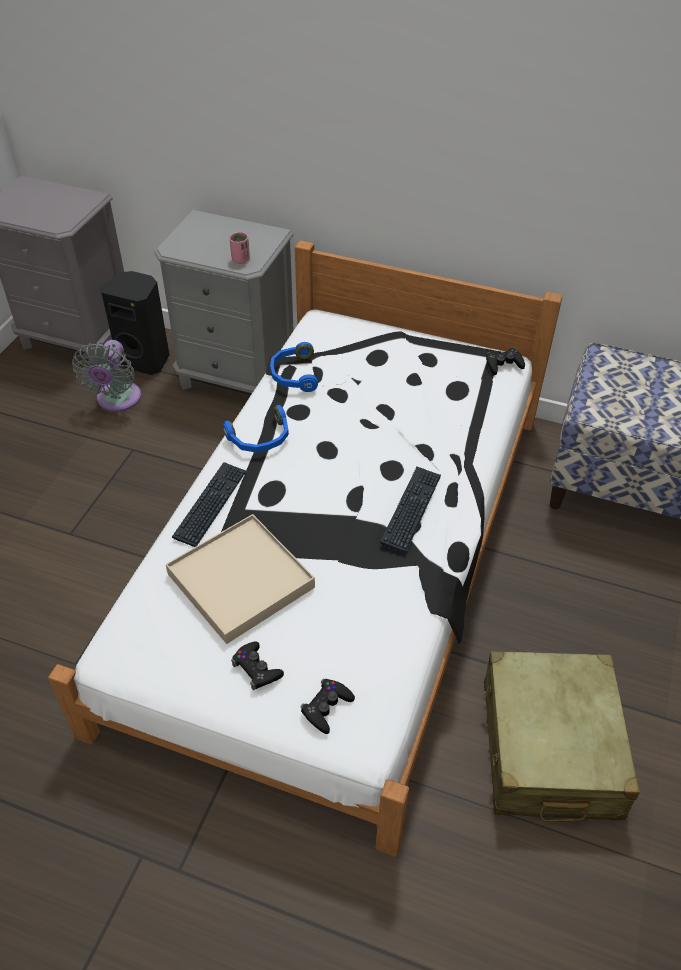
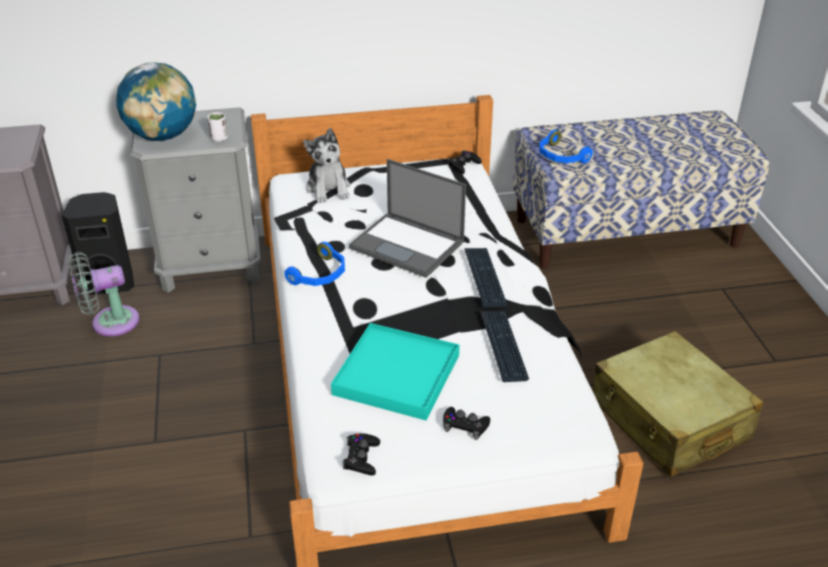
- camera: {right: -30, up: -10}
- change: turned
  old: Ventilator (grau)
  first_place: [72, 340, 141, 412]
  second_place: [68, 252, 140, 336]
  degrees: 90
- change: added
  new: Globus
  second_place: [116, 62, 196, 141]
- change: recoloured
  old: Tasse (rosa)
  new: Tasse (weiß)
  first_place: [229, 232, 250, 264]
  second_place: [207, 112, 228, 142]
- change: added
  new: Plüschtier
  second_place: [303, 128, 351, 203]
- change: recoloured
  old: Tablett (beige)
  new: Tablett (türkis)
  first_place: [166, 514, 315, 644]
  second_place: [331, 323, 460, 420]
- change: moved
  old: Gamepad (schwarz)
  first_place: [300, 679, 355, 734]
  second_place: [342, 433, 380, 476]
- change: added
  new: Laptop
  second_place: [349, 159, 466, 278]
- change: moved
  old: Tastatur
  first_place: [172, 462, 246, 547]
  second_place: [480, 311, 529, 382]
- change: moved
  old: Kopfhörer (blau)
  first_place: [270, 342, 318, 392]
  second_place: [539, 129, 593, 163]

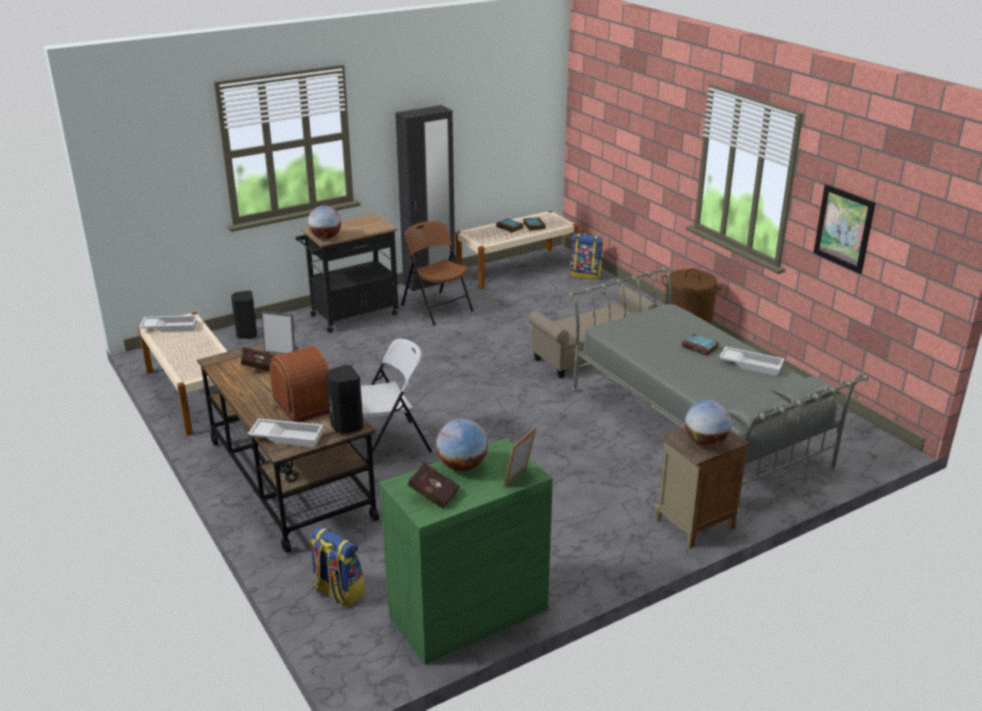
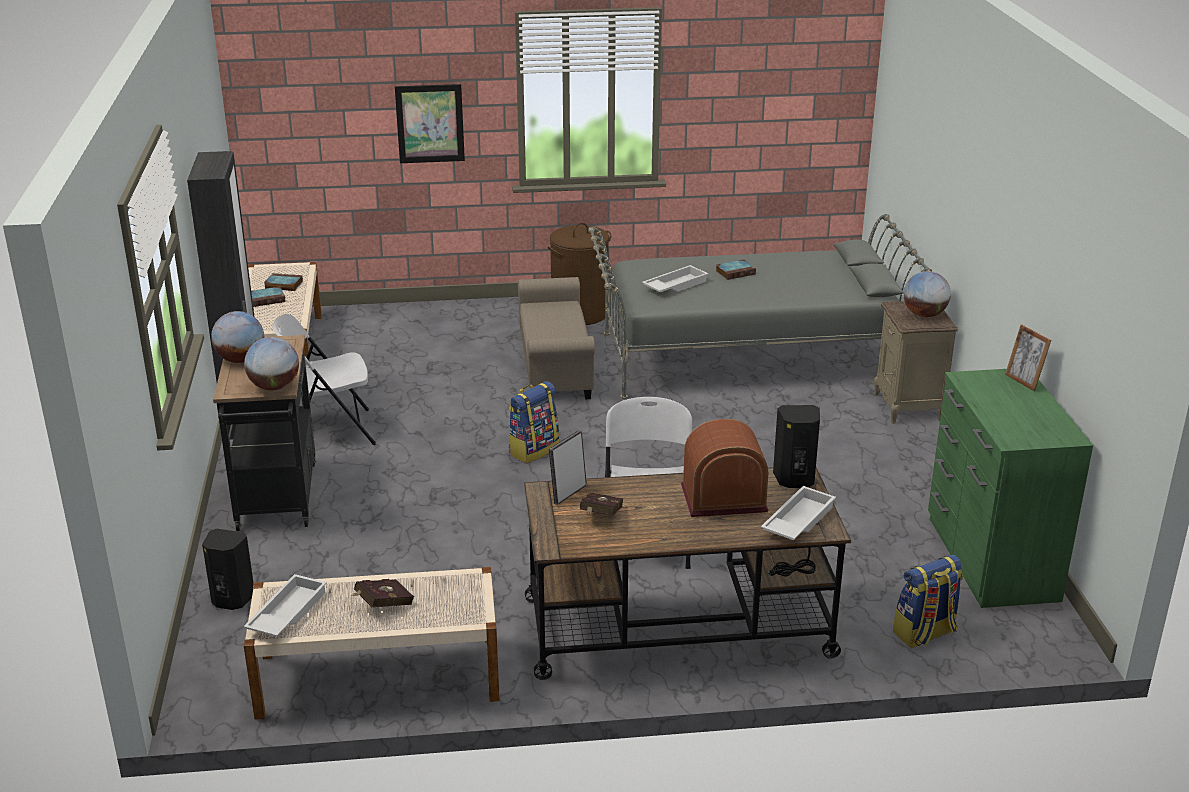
- camera: {right: -65, up: 0}
- change: moved
  old: Globus
  first_place: [436, 419, 488, 471]
  second_place: [211, 311, 264, 363]
- change: recoloured
  old: Stuhl (braun)
  new: Stuhl (weiß)
  first_place: [401, 221, 474, 325]
  second_place: [272, 314, 376, 445]
- change: moved
  old: Buch (rot)
  first_place: [407, 463, 460, 509]
  second_place: [352, 579, 414, 607]
- change: moved
  old: Bild
  first_place: [814, 184, 875, 274]
  second_place: [395, 84, 465, 163]
- change: moved
  old: Rucksack
  first_place: [570, 233, 603, 280]
  second_place: [509, 381, 559, 463]
- change: moved
  old: Tablett (weiß)
  first_place: [719, 346, 784, 376]
  second_place: [642, 265, 708, 292]

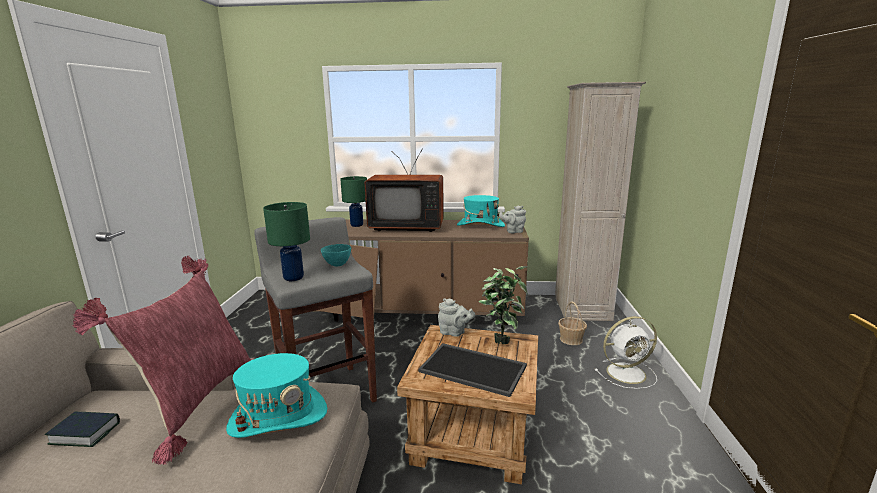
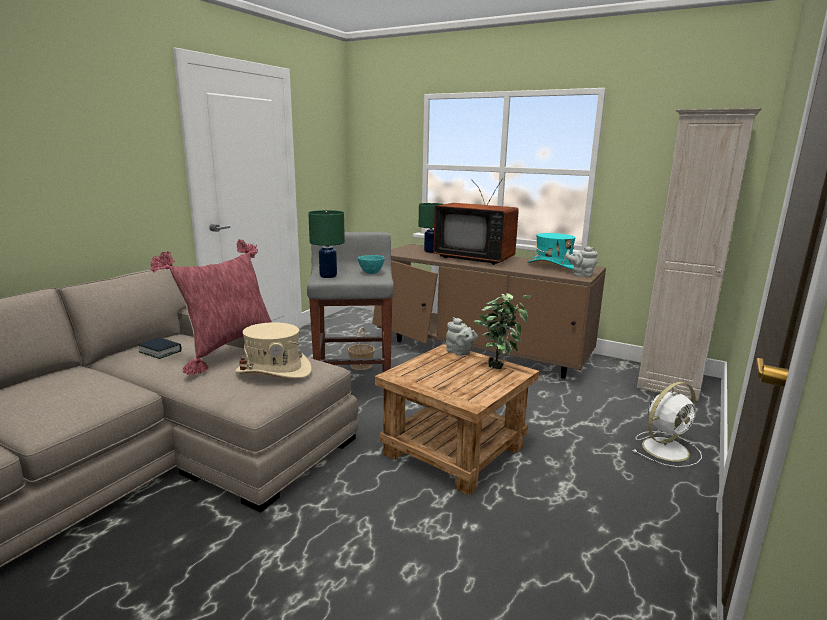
- camera: {right: 25, up: 0}
- change: recoloured
  old: Hut (türkis)
  new: Hut (beige)
  first_place: [226, 353, 327, 438]
  second_place: [235, 322, 312, 379]
- change: moved
  old: Korb
  first_place: [558, 301, 587, 345]
  second_place: [347, 327, 375, 370]
- change: turned
  old: Ventilator (weiß)
  first_place: [595, 316, 657, 389]
  second_place: [633, 382, 702, 467]
  degrees: -45
- change: removed
  old: Tablett
  first_place: [418, 343, 527, 397]

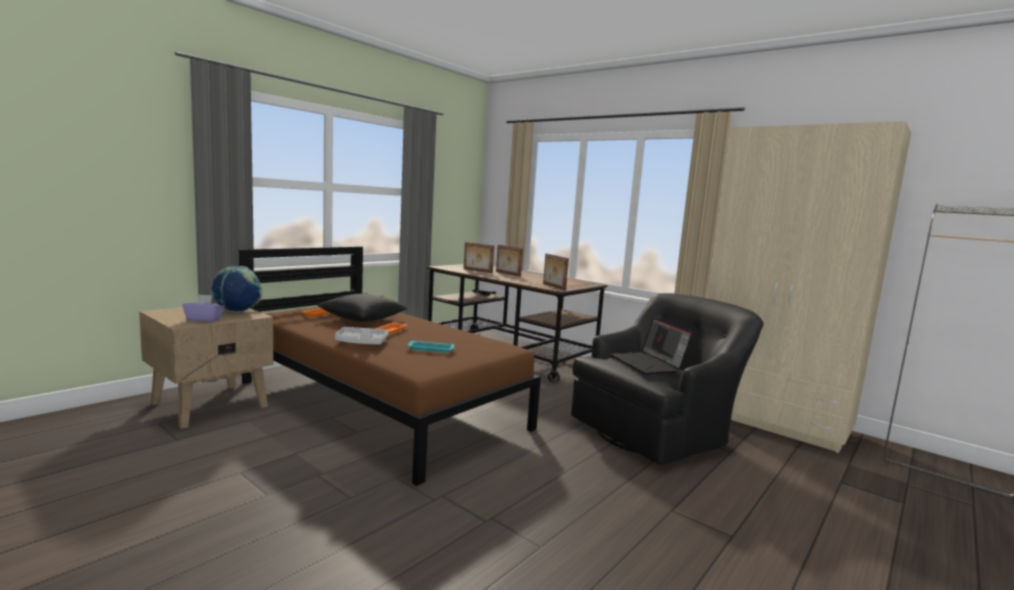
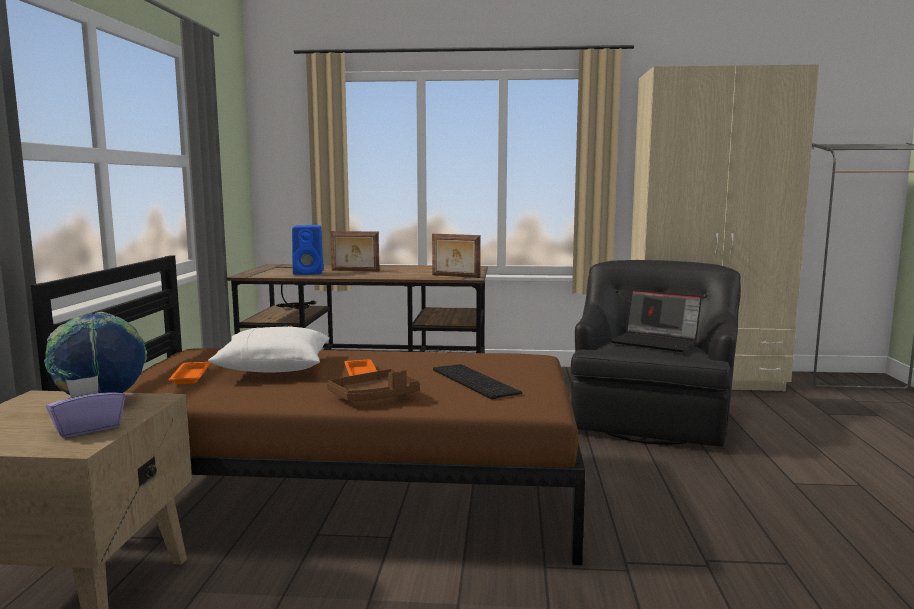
- camera: {right: -35, up: 0}
- change: recoloured
  old: Kissen (schwarz)
  new: Kissen (weiß)
  first_place: [317, 293, 407, 322]
  second_place: [208, 325, 329, 372]
- change: replaced
  old: Bilderrahmen
  new: Lautsprecher (blau)
  first_place: [464, 242, 494, 273]
  second_place: [292, 225, 324, 275]
- change: recoloured
  old: Tablett (grau)
  new: Tablett (braun)
  first_place: [335, 327, 389, 345]
  second_place: [327, 369, 420, 401]
- change: replaced
  old: Tablett (türkis)
  new: Tastatur
  first_place: [407, 340, 456, 353]
  second_place: [433, 364, 522, 399]

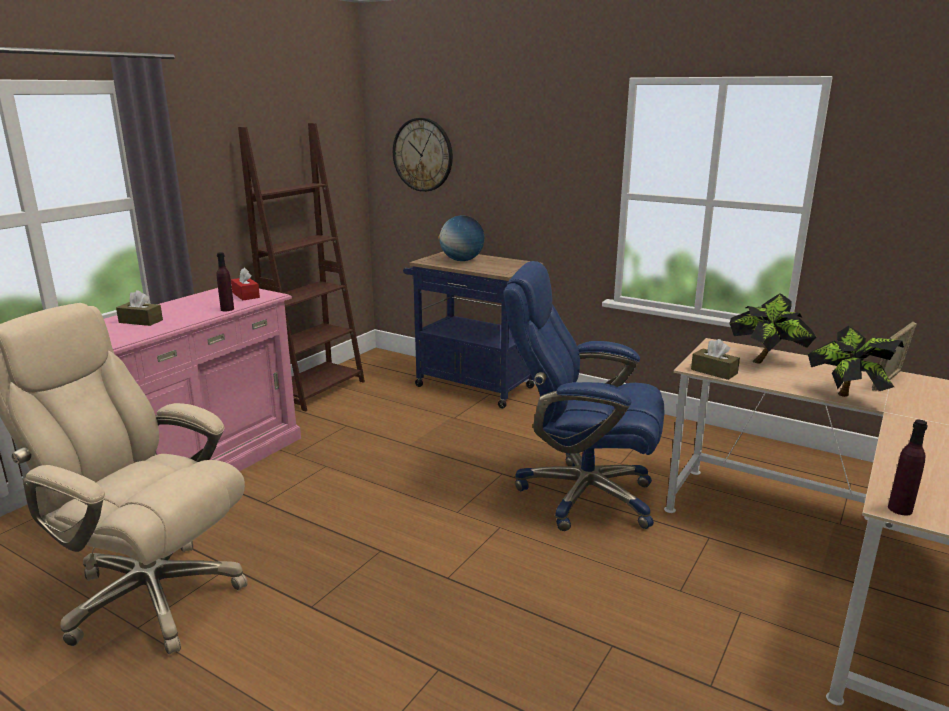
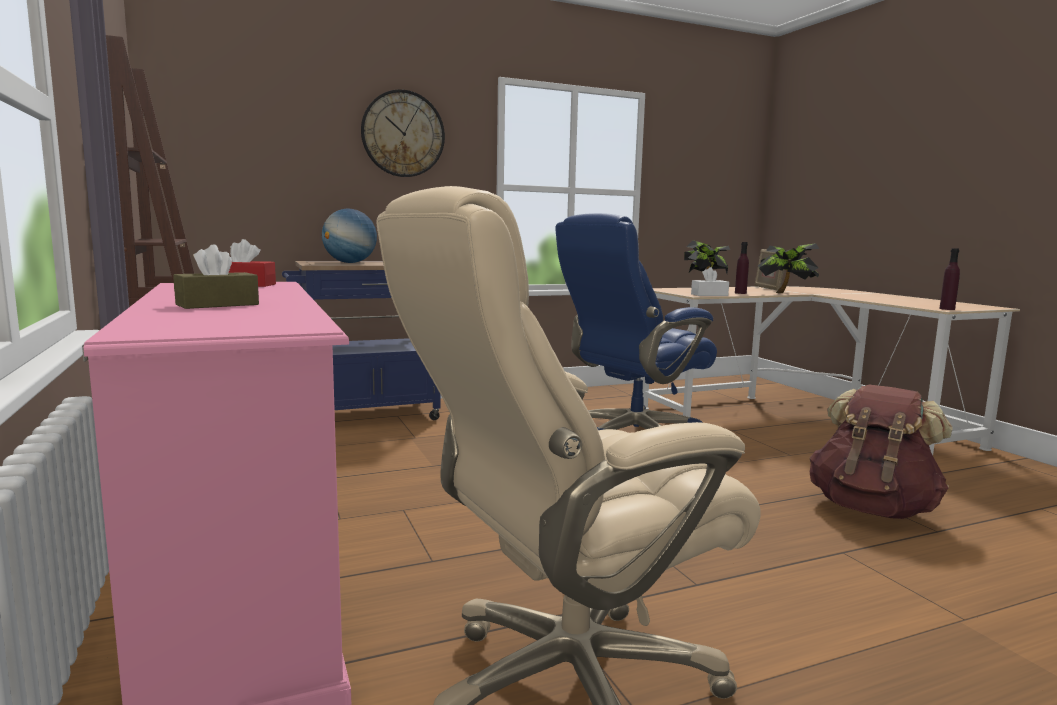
- camera: {right: -55, up: -10}
- change: moved
  old: Wanduhr
  first_place: [393, 118, 453, 192]
  second_place: [361, 89, 445, 177]
- change: recoloured
  old: Taschentuchbox (braun)
  new: Taschentuchbox (weiß)
  first_place: [691, 339, 740, 380]
  second_place: [691, 267, 729, 296]
- change: moved
  old: Flasche (lila)
  first_place: [217, 252, 234, 311]
  second_place: [735, 242, 749, 294]
- change: added
  new: Rucksack (braun)
  second_place: [810, 385, 952, 519]

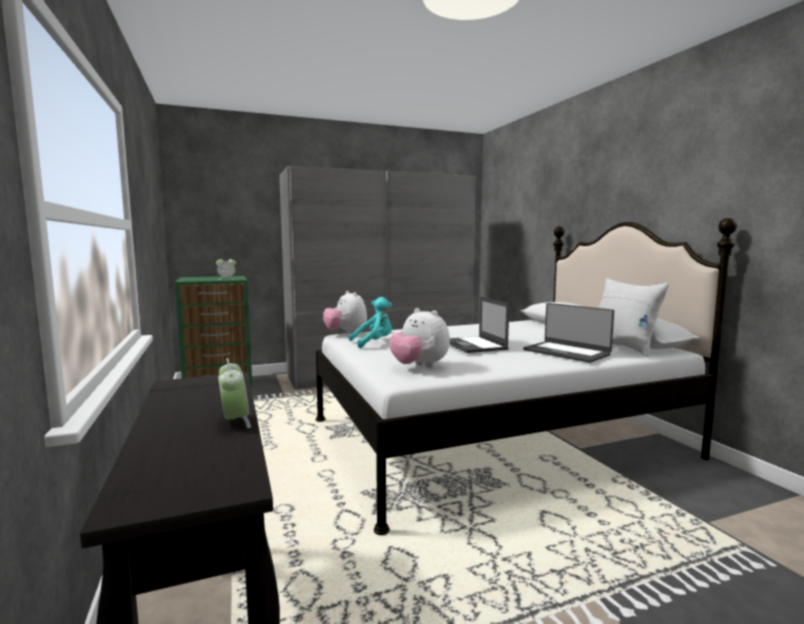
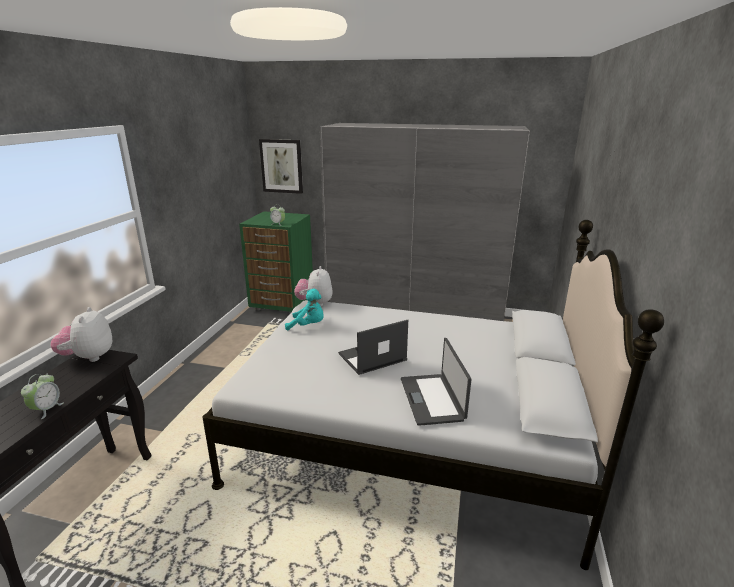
- camera: {right: 35, up: 15}
- change: moved
  old: Plüschtier
  first_place: [389, 308, 450, 368]
  second_place: [50, 307, 112, 362]
- change: added
  new: Bild
  second_place: [259, 139, 303, 194]
- change: turned
  old: Laptop
  first_place: [450, 296, 509, 353]
  second_place: [338, 320, 408, 375]
  degrees: 45
- change: removed
  old: Kissen (grau)
  first_place: [599, 278, 669, 357]

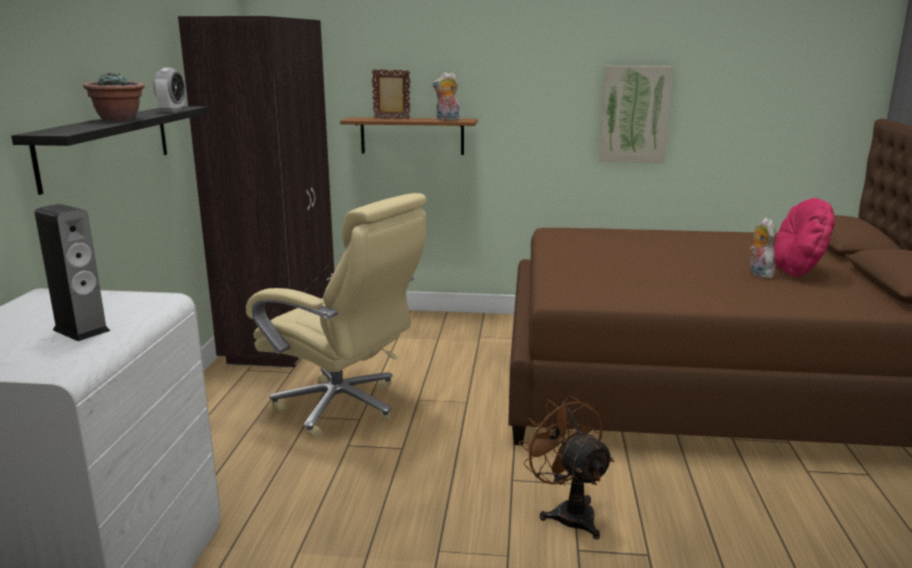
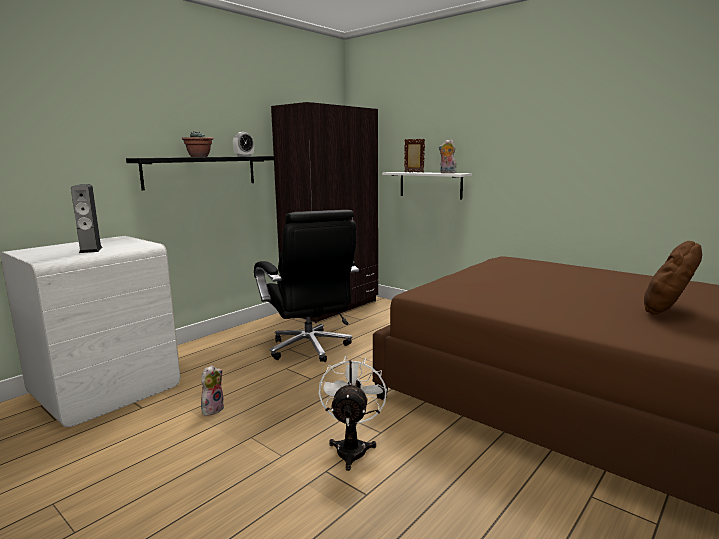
- camera: {right: 35, up: -5}
- change: moved
  old: Plüschtier
  first_place: [750, 218, 776, 279]
  second_place: [201, 365, 224, 417]
- change: recoloured
  old: Bürostuhl (beige)
  new: Bürostuhl (schwarz)
  first_place: [246, 193, 426, 438]
  second_place: [254, 210, 359, 362]
- change: recoloured
  old: Ventilator (braun)
  new: Ventilator (weiß)
  first_place: [519, 395, 614, 539]
  second_place: [319, 356, 387, 471]
- change: recoloured
  old: Wandregal (braun)
  new: Wandregal (weiß)
  first_place: [340, 117, 478, 155]
  second_place: [382, 172, 472, 199]
- change: recoloured
  old: Kissen (rosa)
  new: Kissen (braun)
  first_place: [774, 198, 835, 277]
  second_place: [644, 241, 702, 314]
- change: removed
  old: Bild
  first_place: [599, 66, 673, 163]

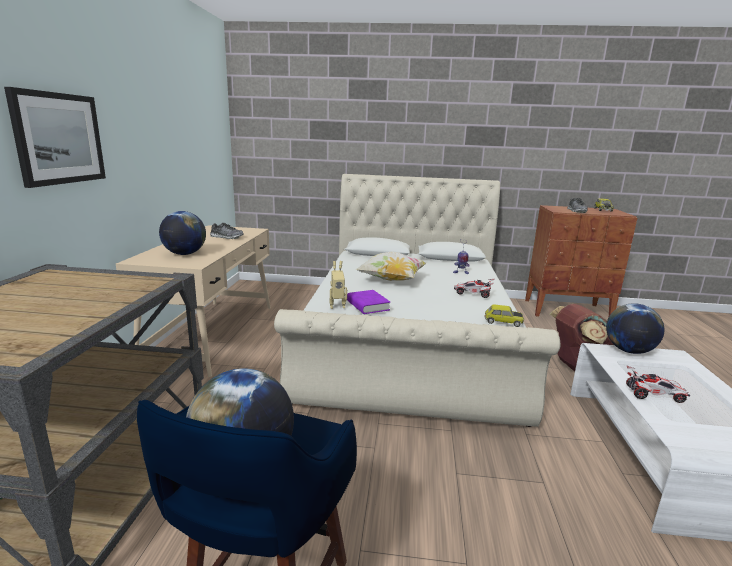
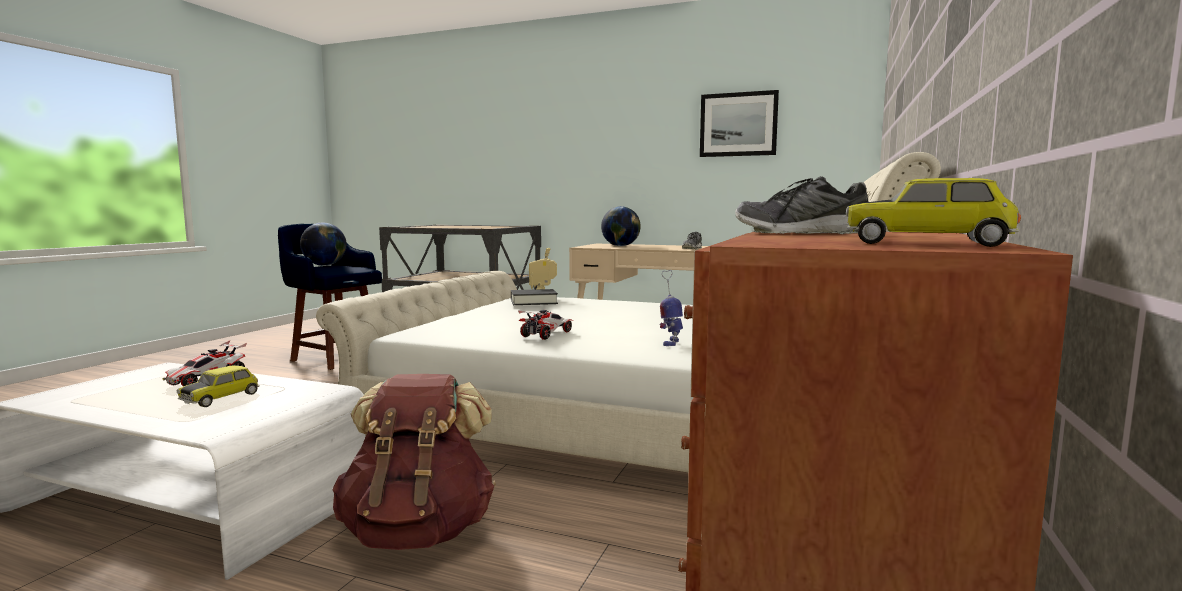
- camera: {right: 105, up: -10}
- change: moved
  old: Spielzeugauto
  first_place: [485, 305, 524, 327]
  second_place: [177, 365, 260, 407]
- change: recoloured
  old: Buch (lila)
  new: Buch (schwarz)
  first_place: [347, 290, 390, 314]
  second_place: [511, 289, 558, 305]
- change: moved
  old: Bild
  first_place: [4, 87, 106, 188]
  second_place: [700, 90, 779, 157]
- change: removed
  old: Kissen
  first_place: [355, 252, 426, 281]
- change: removed
  old: Globus
  first_place: [606, 303, 664, 354]

